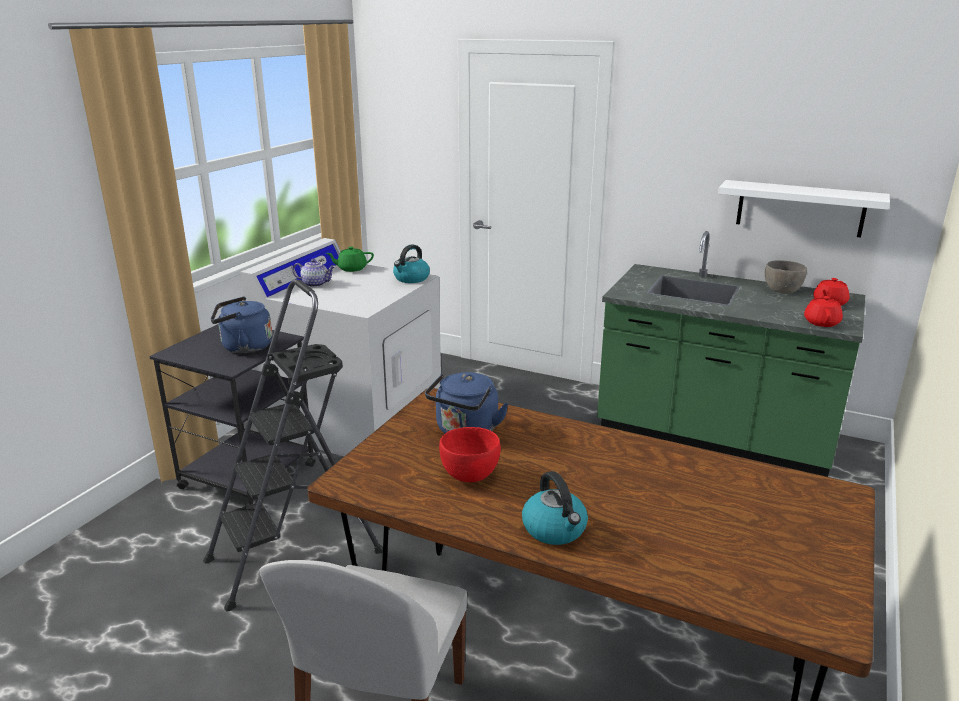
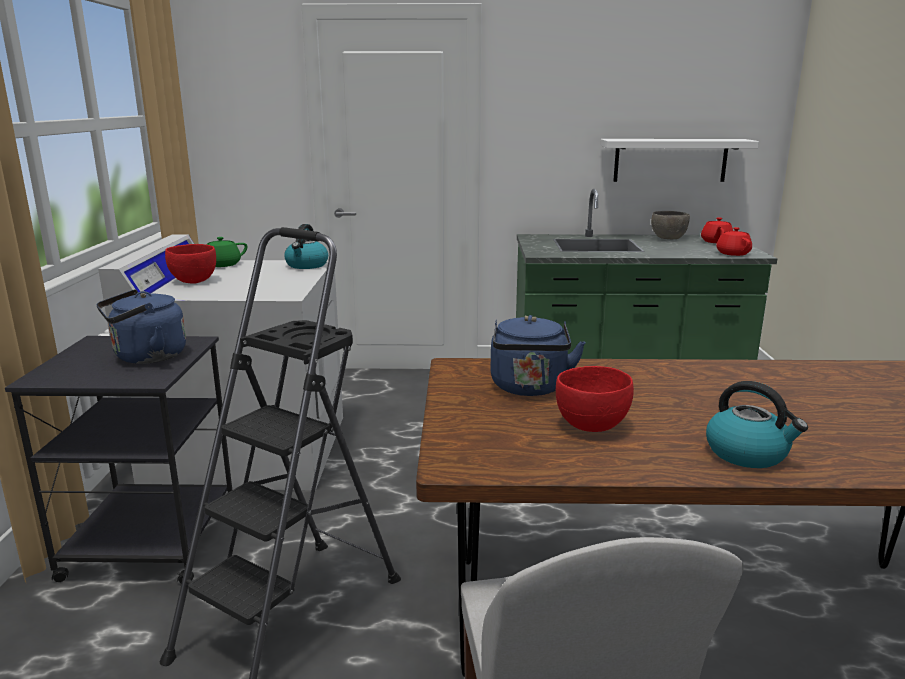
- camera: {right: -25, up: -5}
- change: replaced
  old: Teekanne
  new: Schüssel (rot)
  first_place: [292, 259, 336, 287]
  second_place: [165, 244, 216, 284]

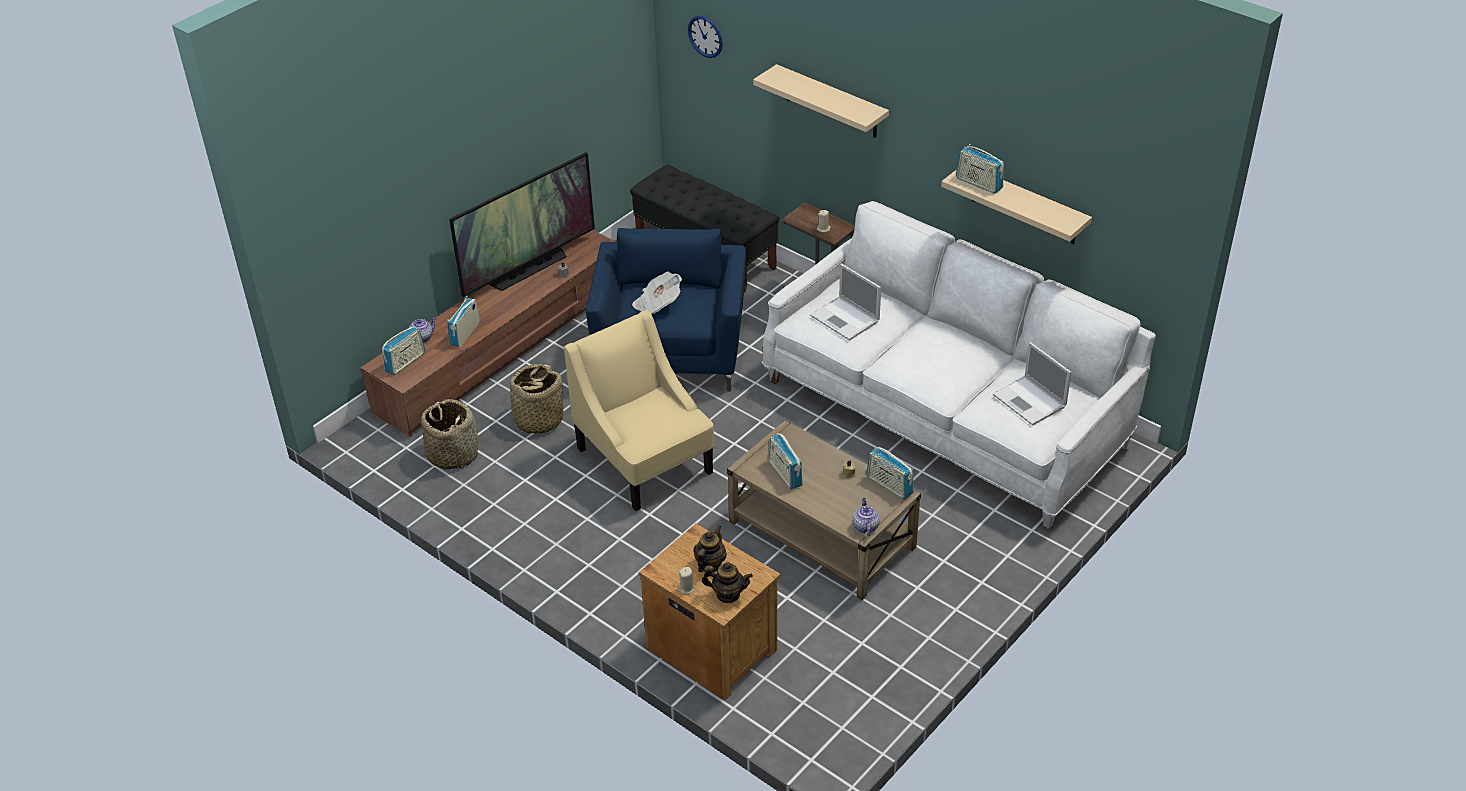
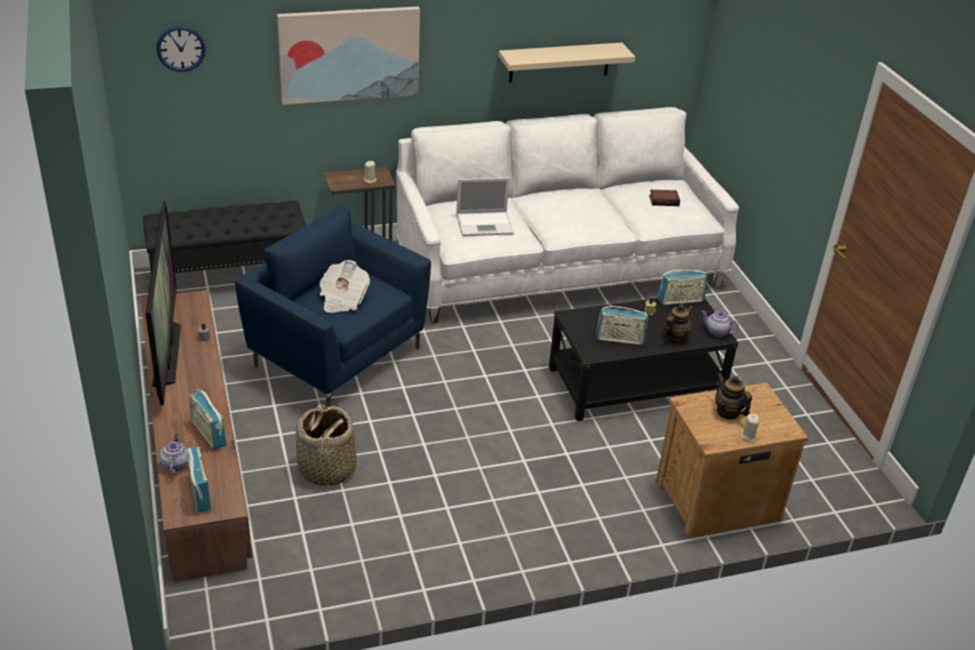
- camera: {right: -60, up: -5}
- change: replaced
  old: Wandregal (beige)
  new: Bild
  first_place: [753, 64, 889, 138]
  second_place: [277, 6, 420, 105]
- change: recoloured
  old: Couchtisch (beige)
  new: Couchtisch (schwarz)
  first_place: [727, 420, 921, 600]
  second_place: [549, 298, 738, 421]
- change: replaced
  old: Laptop
  new: Buch
  first_place: [993, 342, 1072, 426]
  second_place: [649, 190, 680, 206]
- change: moved
  old: Teekanne
  first_place: [702, 562, 753, 603]
  second_place: [663, 304, 694, 343]
- change: removed
  old: Korb
  first_place: [421, 399, 478, 469]
- change: removed
  old: Sessel (beige)
  first_place: [564, 310, 715, 511]
- change: removed
  old: Radio
  first_place: [956, 144, 1004, 194]

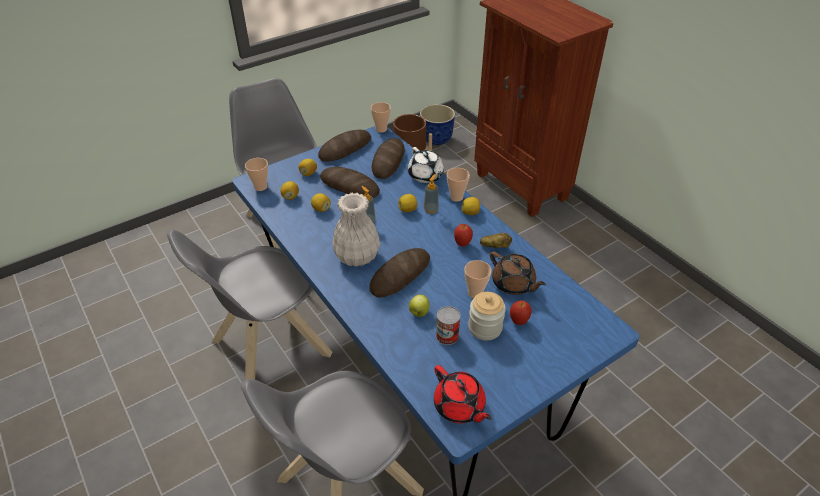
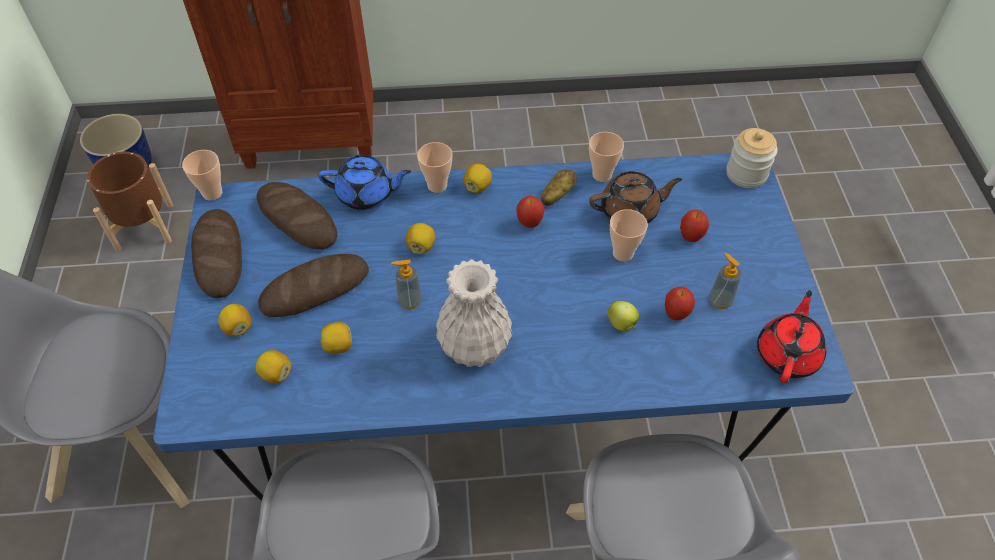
- camera: {right: -60, up: 10}
- change: recoloured
  old: Teekanne (weiß)
  new: Teekanne (blau)
  first_place: [408, 147, 444, 183]
  second_place: [318, 155, 411, 210]
- change: moved
  old: Tasse
  first_place: [245, 158, 268, 191]
  second_place: [589, 132, 624, 182]
- change: replaced
  old: Dose
  new: Apfel
  first_place: [436, 306, 461, 345]
  second_place: [665, 287, 695, 320]
- change: moved
  old: Seifenspender
  first_place: [424, 174, 439, 214]
  second_place: [709, 253, 741, 309]
- change: moved
  old: Vorratsglas
  first_place: [468, 292, 506, 340]
  second_place: [727, 128, 778, 188]
- change: turned
  old: Teekanne (rot)
  first_place: [434, 365, 492, 424]
  second_place: [757, 290, 827, 383]
  degrees: -60
- change: removed
  old: Brot
  first_place: [369, 248, 430, 298]

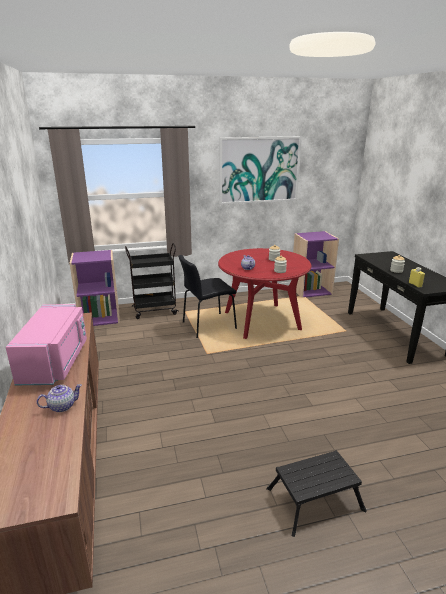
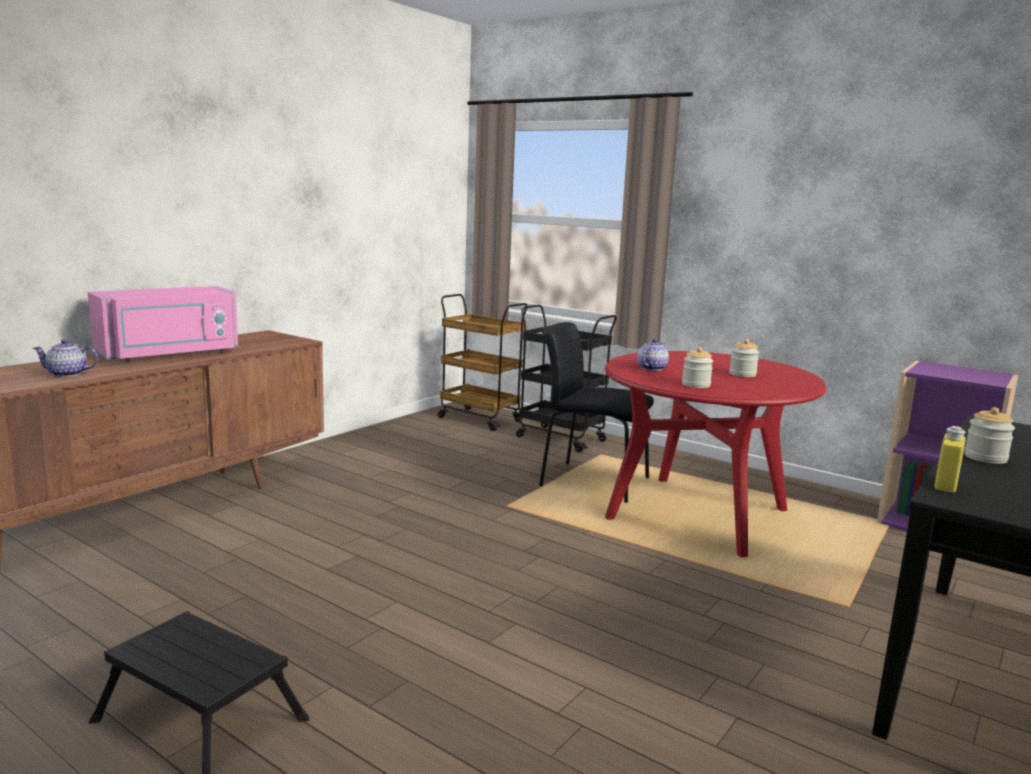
- camera: {right: 50, up: -10}
- change: turned
  old: Teekanne
  first_place: [37, 384, 82, 412]
  second_place: [33, 339, 98, 377]
  degrees: 150
- change: replaced
  old: Bücherregal (lila)
  new: Rollwagen (braun)
  first_place: [70, 250, 120, 326]
  second_place: [438, 294, 527, 431]
- change: removed
  old: Bild
  first_place: [219, 136, 302, 205]

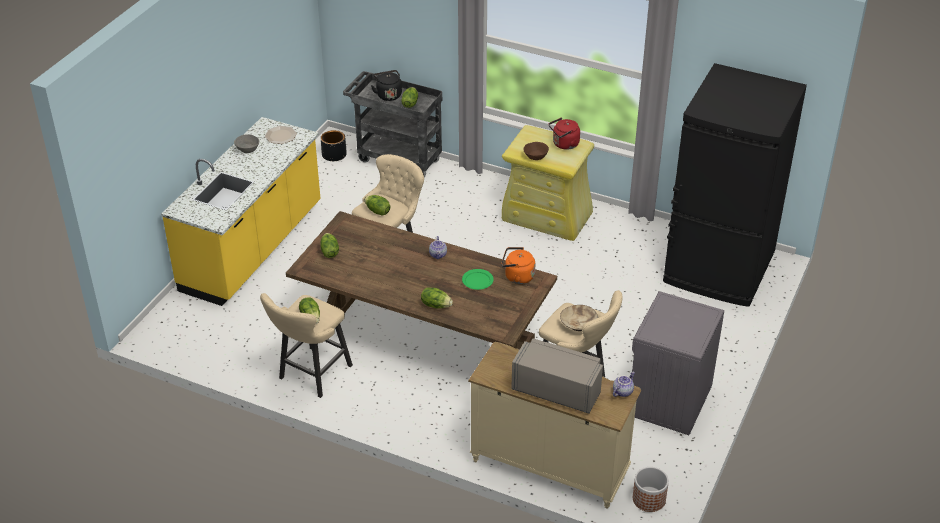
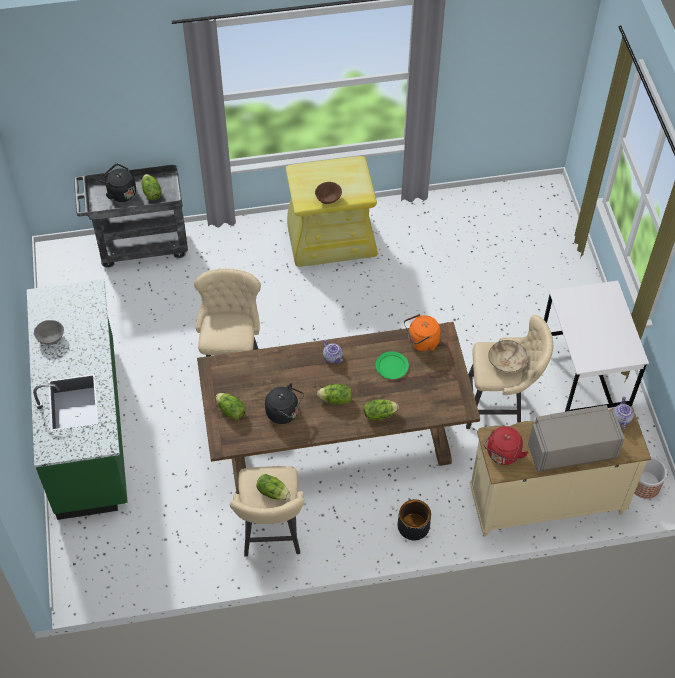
- camera: {right: -35, up: 15}
- change: recoloured
  old: Küchenzeile (gelb)
  new: Küchenzeile (grün)
  first_place: [161, 117, 321, 306]
  second_place: [27, 279, 128, 520]
- change: added
  new: Wasserkessel (schwarz)
  second_place: [265, 383, 304, 424]
- change: moved
  old: Salatkopf
  first_place: [364, 195, 390, 215]
  second_place: [317, 384, 352, 405]
- change: moved
  old: Pflanzkübel (schwarz)
  first_place: [321, 130, 347, 161]
  second_place: [398, 499, 431, 541]
- change: moved
  old: Wasserkessel (rot)
  first_place: [549, 118, 580, 150]
  second_place: [484, 426, 529, 465]
- change: replaced
  old: Waschmaschine (grau)
  new: Schreibtisch (weiß)
  first_place: [632, 291, 724, 435]
  second_place: [544, 281, 649, 412]
- change: removed
  old: Teller
  first_place: [265, 126, 297, 144]
- change: removed
  old: Kühlschrank (schwarz)
  first_place: [663, 63, 807, 306]

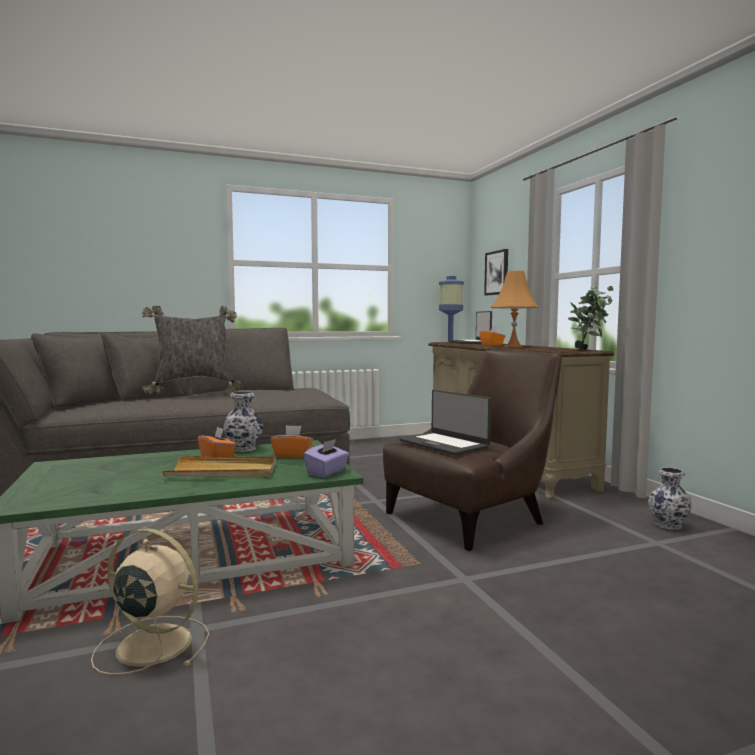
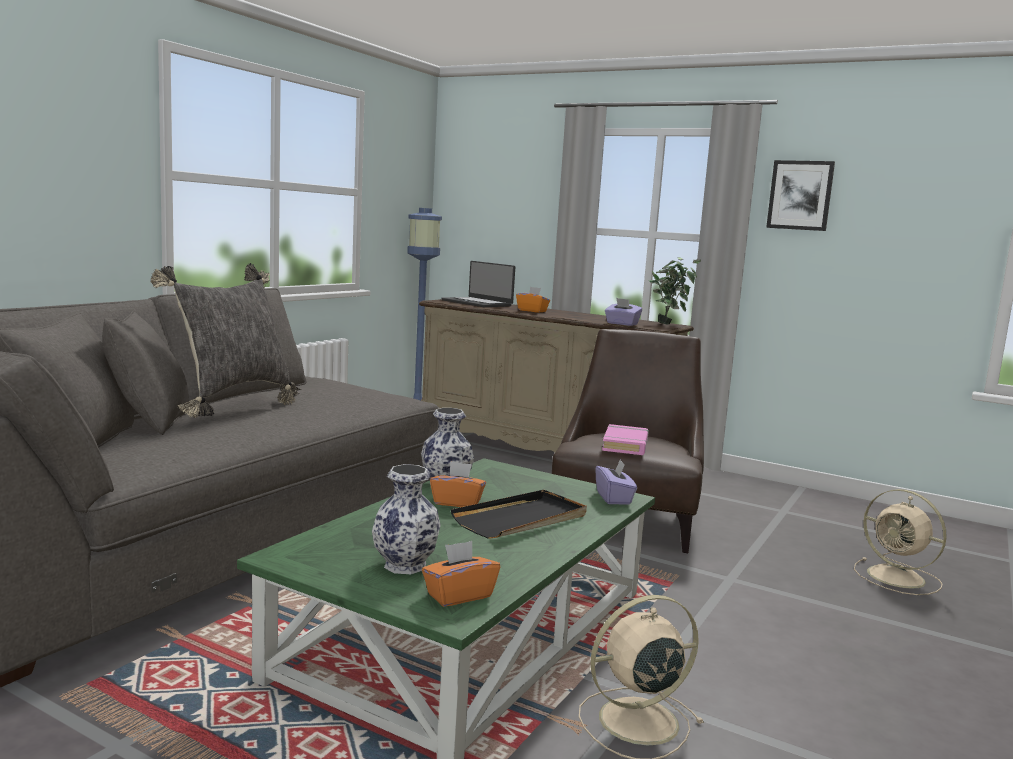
- camera: {right: -40, up: 5}
- change: moved
  old: Vase
  first_place: [648, 468, 692, 530]
  second_place: [372, 464, 441, 574]
- change: moved
  old: Taschentuchbox (orange)
  first_place: [271, 425, 313, 458]
  second_place: [422, 541, 500, 607]
- change: recoloured
  old: Tablett (beige)
  new: Tablett (schwarz)
  first_place: [162, 456, 276, 478]
  second_place: [451, 490, 587, 539]
- change: replaced
  old: Laptop
  new: Buch (rosa)
  first_place: [399, 390, 491, 455]
  second_place: [602, 424, 649, 455]
- change: added
  new: Taschentuchbox (lila)
  second_place: [605, 298, 642, 326]
- change: moved
  old: Bild
  first_place: [484, 249, 508, 295]
  second_place: [766, 160, 835, 231]
- change: added
  new: Ventilator (beige)
  second_place: [854, 489, 947, 595]
- change: removed
  old: Tischlampe (orange)
  first_place: [491, 271, 538, 347]

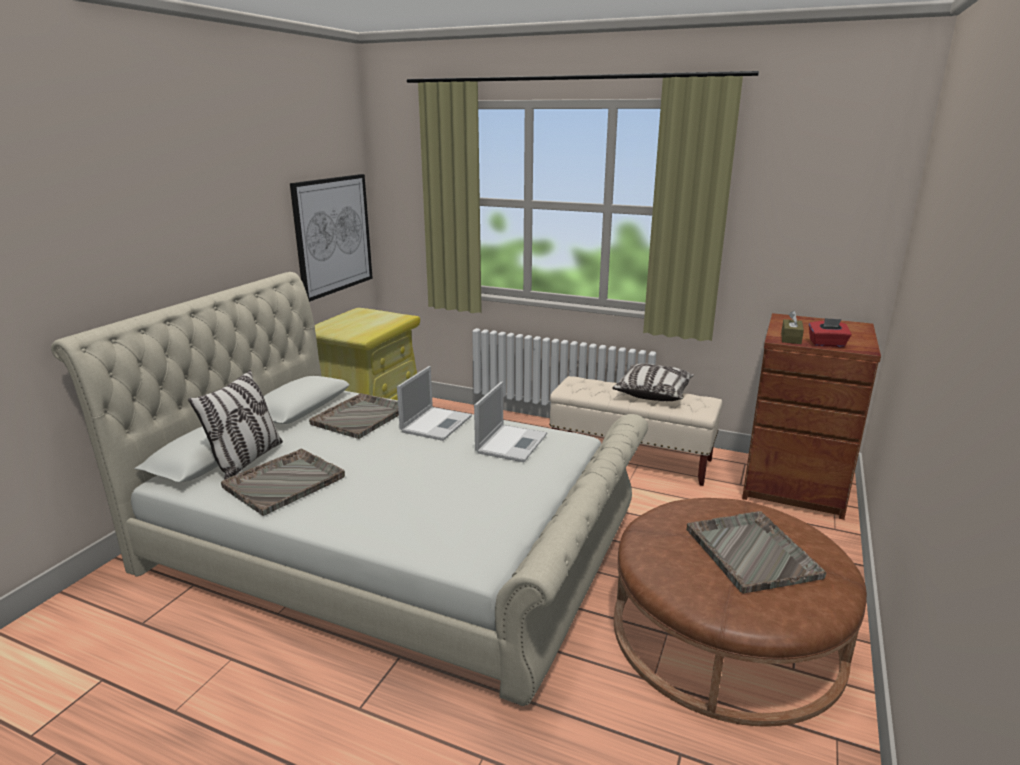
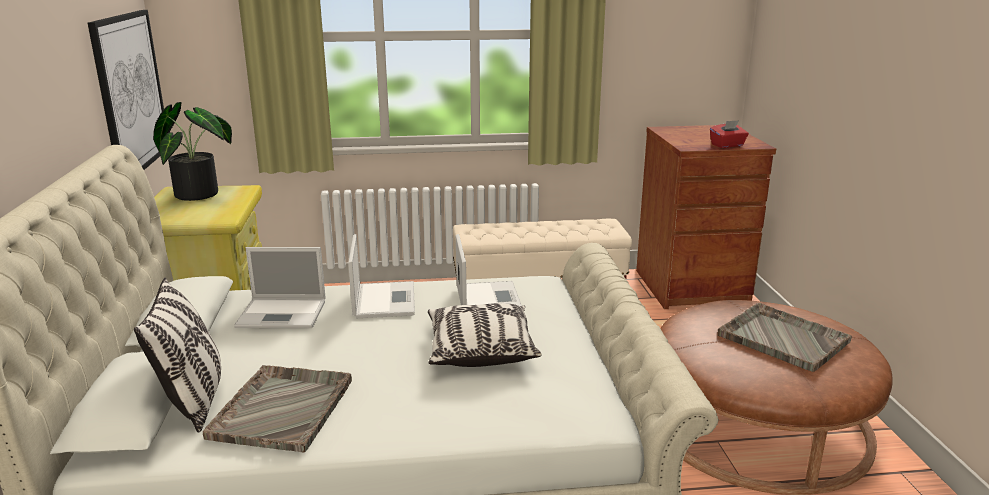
- camera: {right: -30, up: 0}
- change: added
  new: Topfpflanze
  second_place: [153, 102, 232, 201]
- change: replaced
  old: Tablett (grau)
  new: Laptop
  first_place: [309, 393, 399, 439]
  second_place: [234, 247, 326, 328]
- change: moved
  old: Kissen
  first_place: [612, 363, 694, 401]
  second_place: [428, 303, 542, 367]
- change: removed
  old: Taschentuchbox (braun)
  first_place: [781, 310, 804, 344]

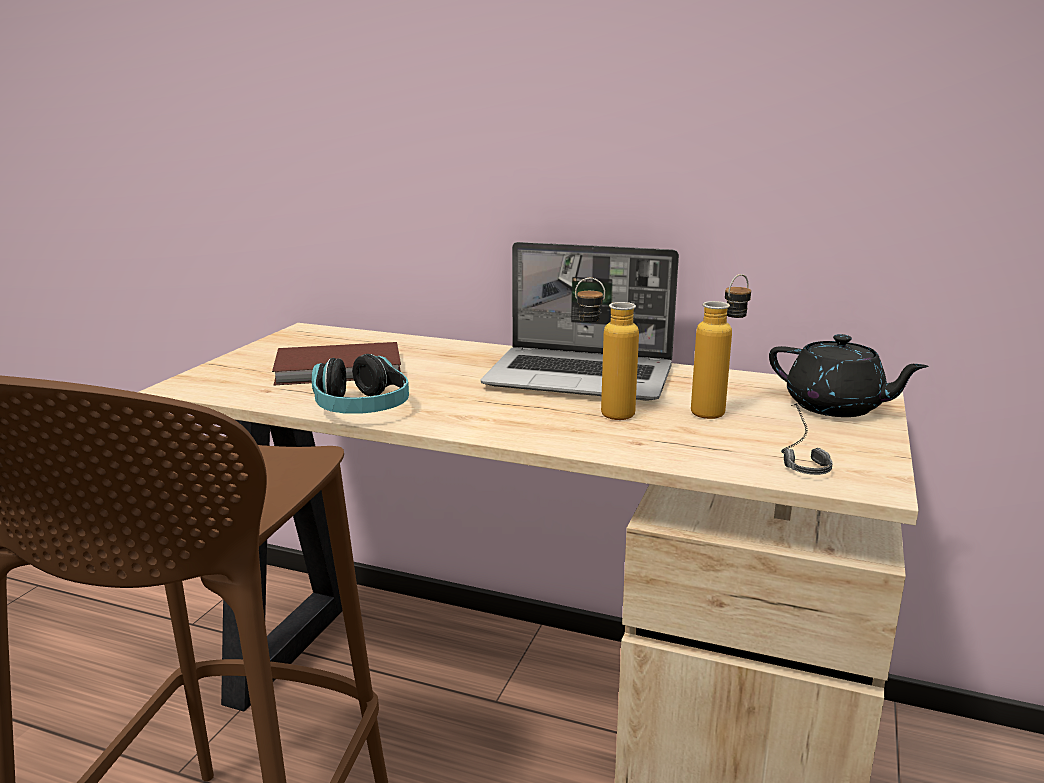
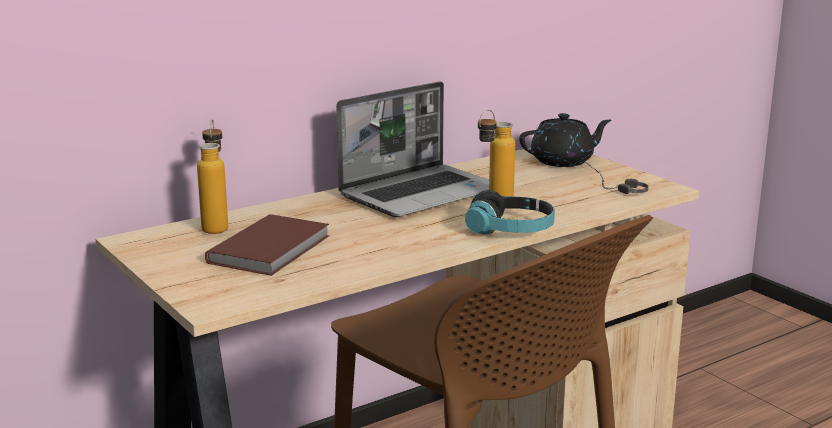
- camera: {right: -55, up: 0}
- change: moved
  old: Flasche
  first_place: [691, 274, 751, 419]
  second_place: [197, 119, 228, 234]
- change: moved
  old: Kopfhörer
  first_place: [312, 354, 409, 414]
  second_place: [465, 190, 555, 234]

